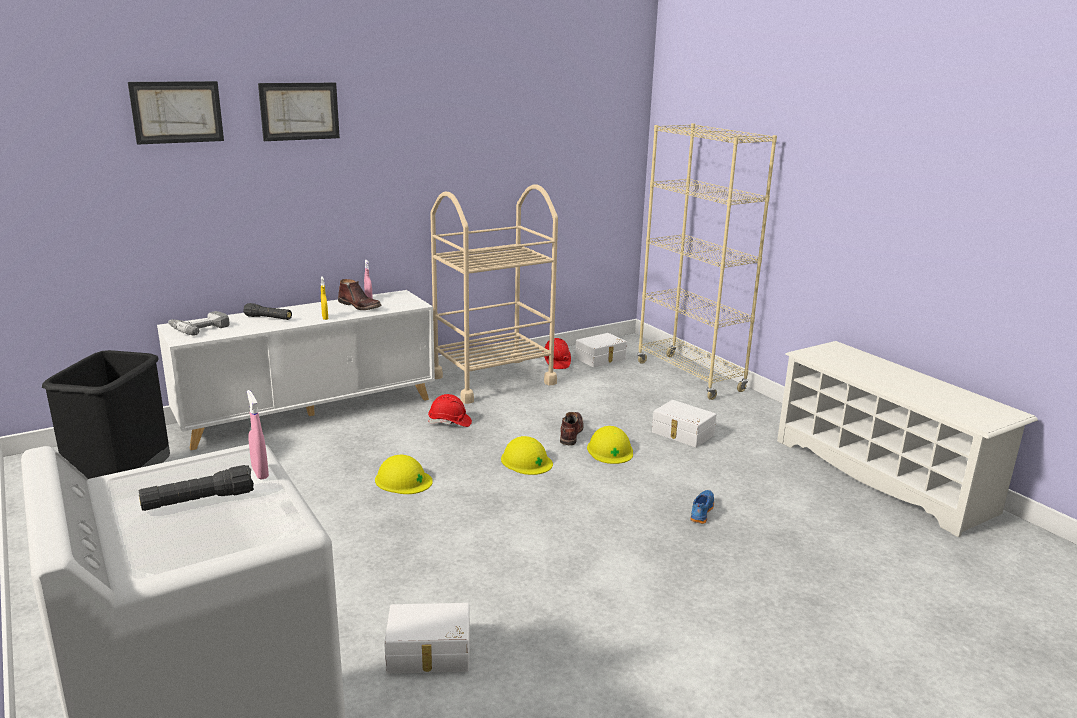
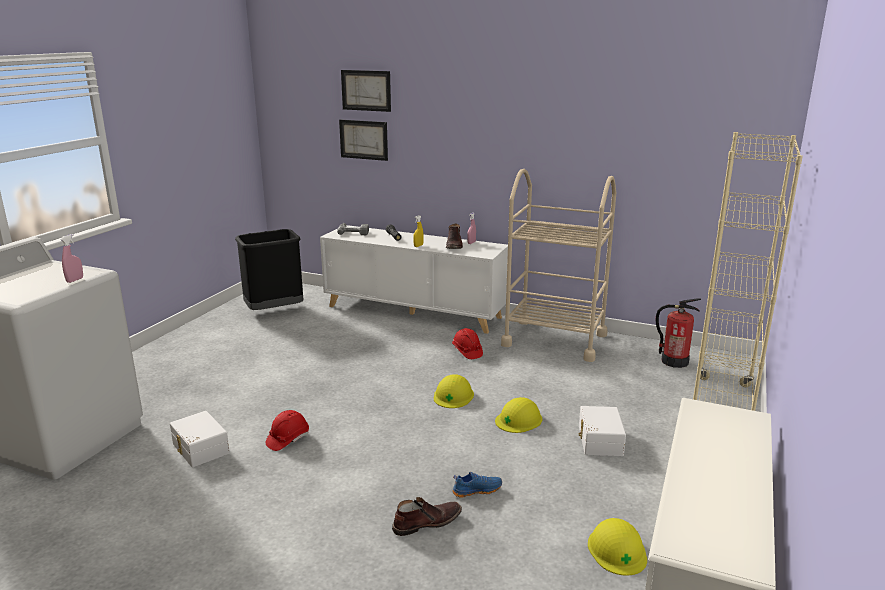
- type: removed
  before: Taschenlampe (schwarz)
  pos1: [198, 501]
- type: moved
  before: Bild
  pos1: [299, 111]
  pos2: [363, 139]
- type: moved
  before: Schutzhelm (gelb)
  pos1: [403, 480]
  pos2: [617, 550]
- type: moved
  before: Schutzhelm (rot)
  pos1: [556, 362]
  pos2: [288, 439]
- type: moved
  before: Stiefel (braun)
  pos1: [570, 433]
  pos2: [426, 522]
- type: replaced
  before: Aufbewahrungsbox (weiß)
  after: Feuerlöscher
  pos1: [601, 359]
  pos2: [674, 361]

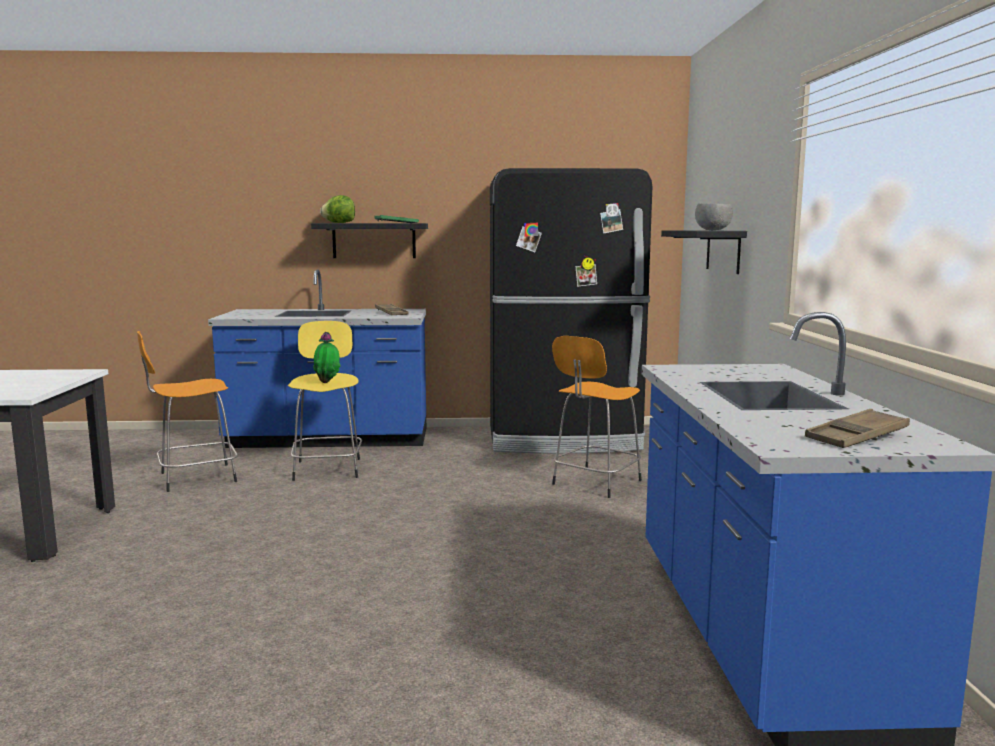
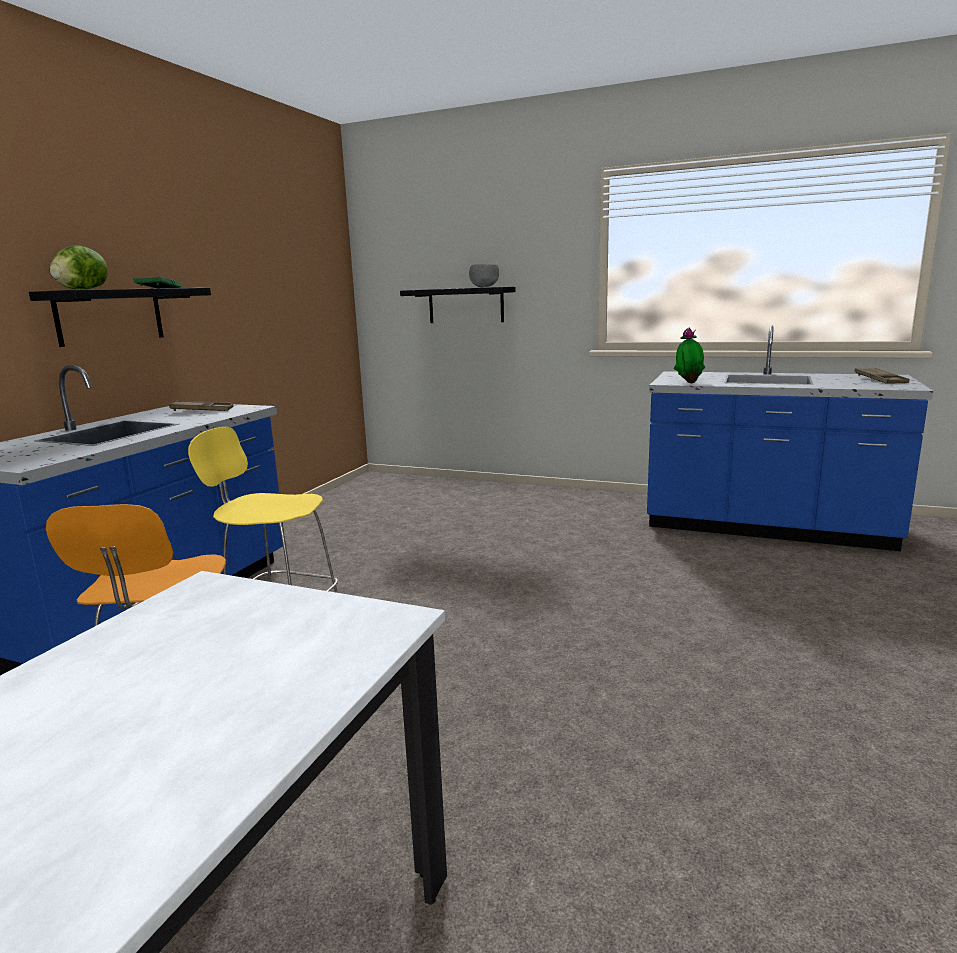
- type: removed
  before: Kühlschrank (schwarz)
  pos1: [564, 439]
- type: removed
  before: Hocker (orange)
  pos1: [595, 483]
- type: moved
  before: Topfpflanze
  pos1: [327, 382]
  pos2: [688, 382]

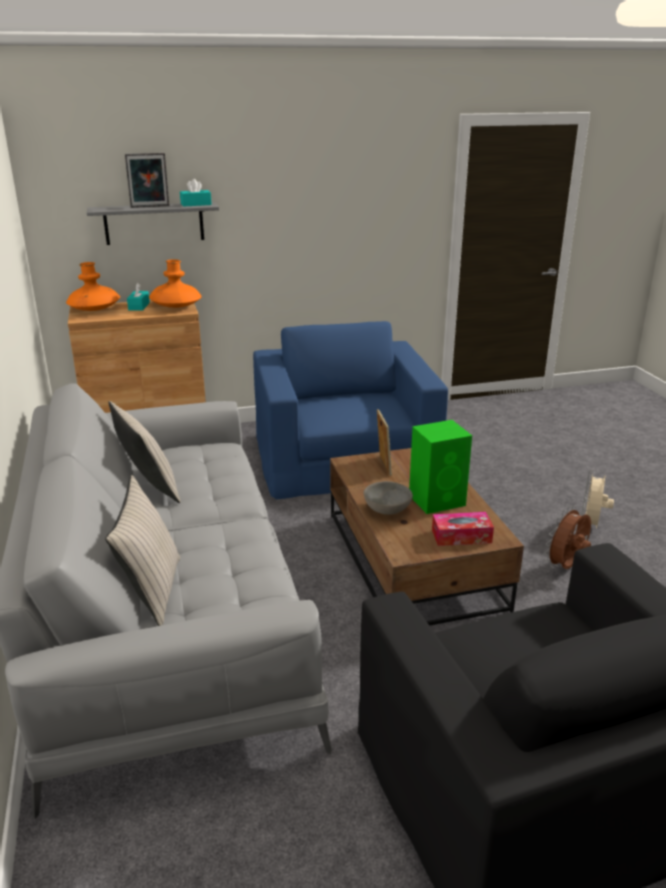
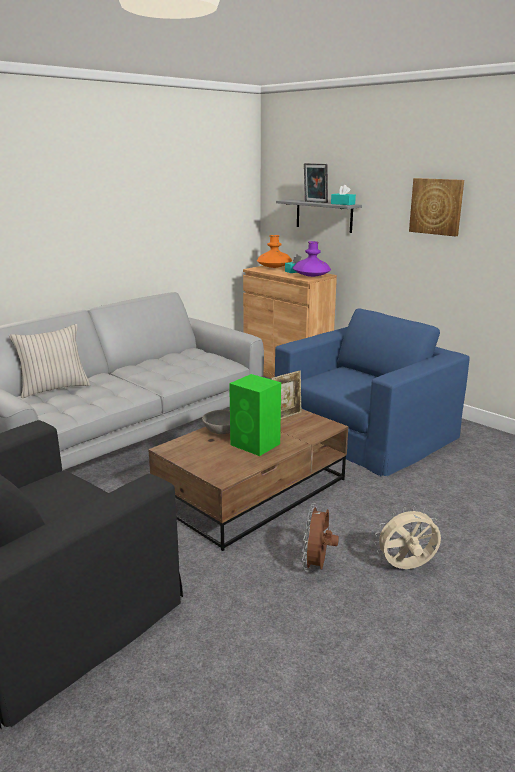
- type: removed
  before: Kissen (beige)
  pos1: [148, 488]
- type: removed
  before: Taschentuchbox
  pos1: [461, 536]
- type: added
  after: Bild
  pos2: [436, 206]
- type: recoloured
  before: Vase (orange)
  after: Vase (lila)
  pos1: [176, 306]
  pos2: [311, 276]
- type: turned
  before: Ventilator (braun)
  pos1: [566, 567]
  pos2: [317, 566]
  turn: -90

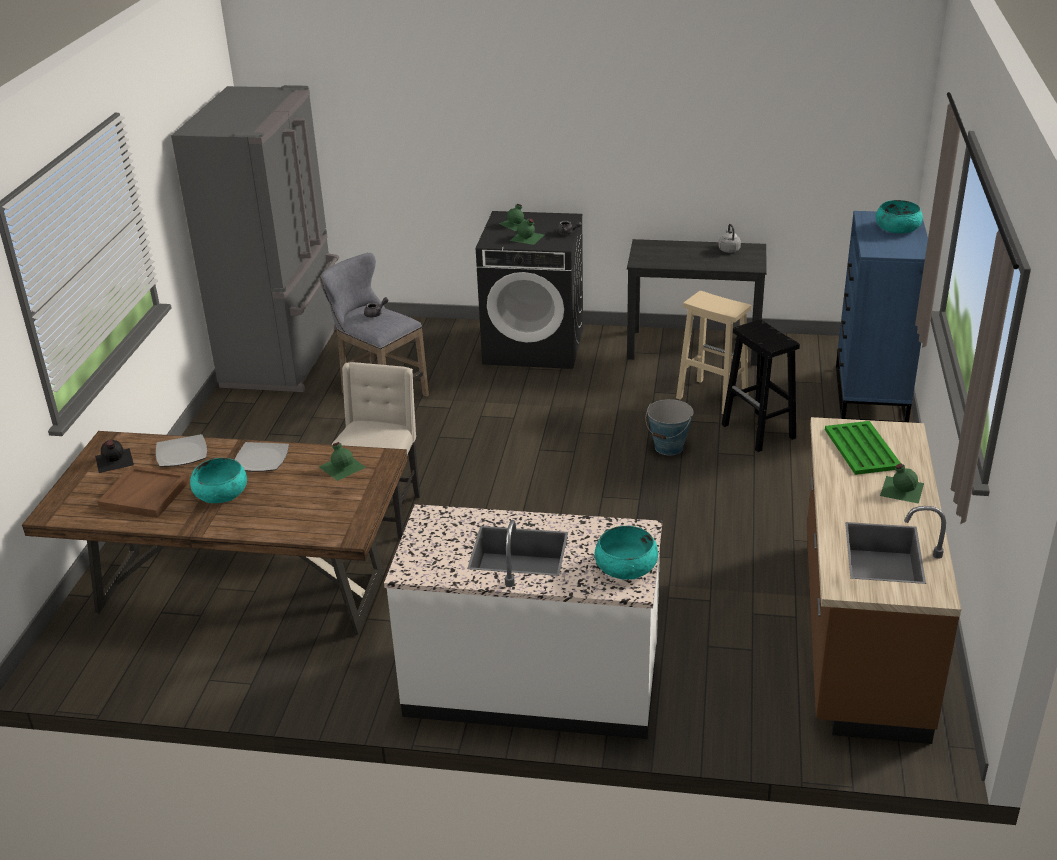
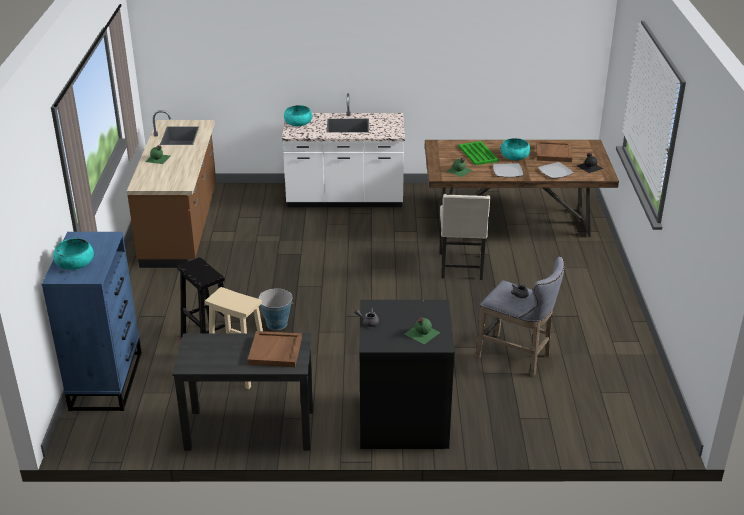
- type: removed
  before: Kühlschrank (grau)
  pos1: [286, 357]
- type: removed
  before: Flasche (grün)
  pos1: [527, 237]
- type: removed
  before: Wasserkessel (grau)
  pos1: [728, 249]
- type: added
  after: Tablett (braun)
  pos2: [275, 351]
- type: moved
  before: Tablett (grün)
  pos1: [862, 449]
  pos2: [478, 153]

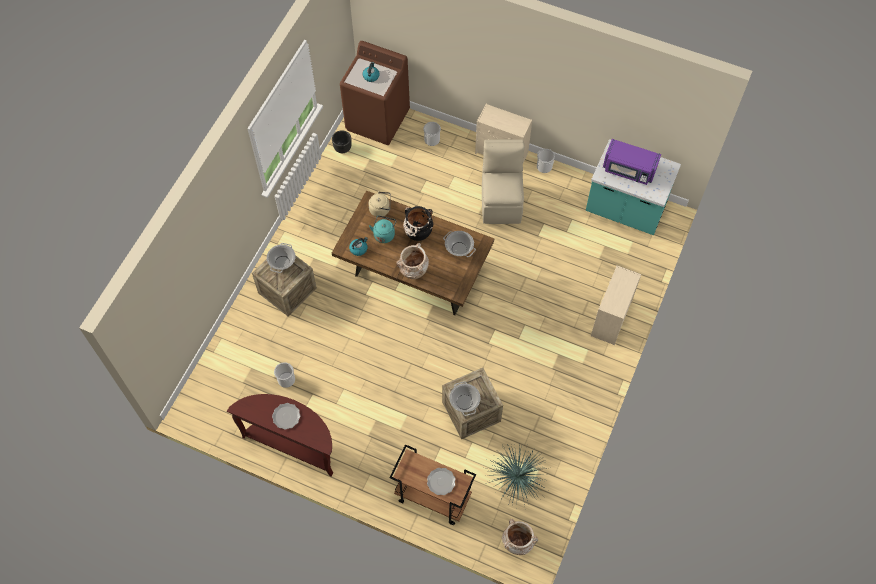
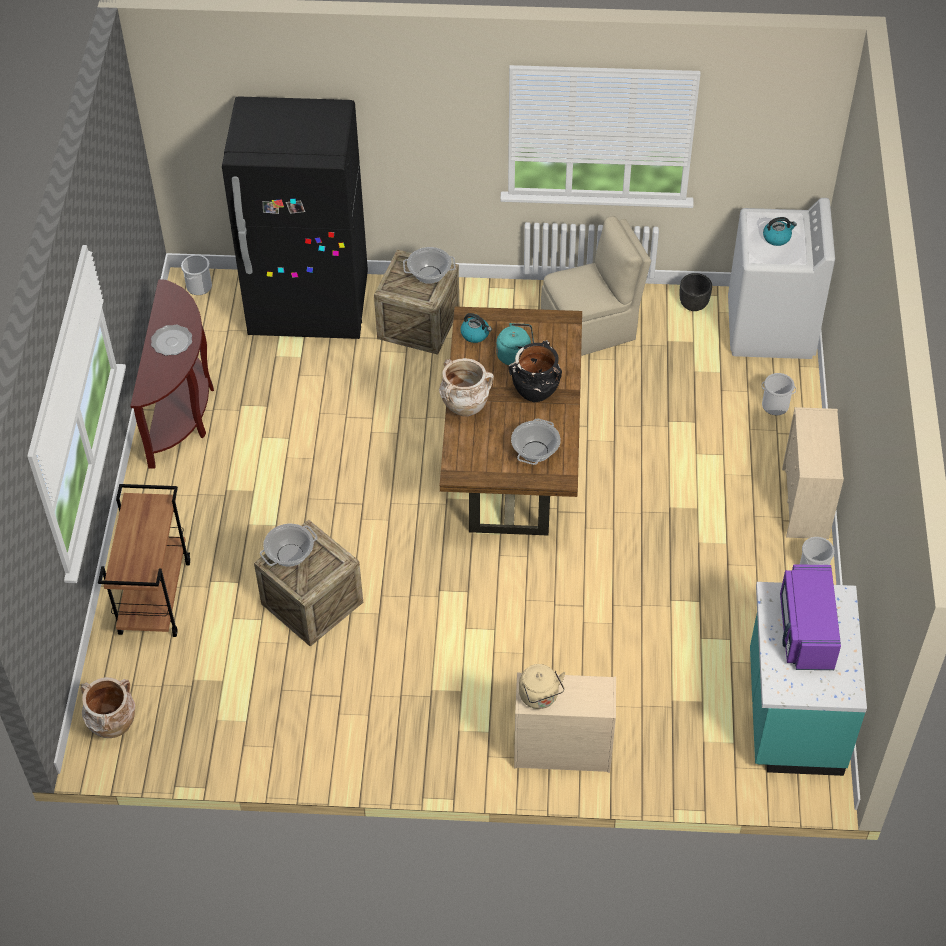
- type: removed
  before: Teller
  pos1: [441, 481]
- type: removed
  before: Topfpflanze
  pos1: [517, 477]
- type: added
  after: Kühlschrank (schwarz)
  pos2: [309, 307]
- type: moved
  before: Eimer
  pos1: [286, 379]
  pos2: [199, 286]
- type: moved
  before: Wasserkessel (beige)
  pos1: [381, 209]
  pos2: [540, 697]
- type: moved
  before: Stuhl (beige)
  pos1: [501, 201]
  pos2: [591, 329]
- type: recoloured
  before: Waschmaschine (braun)
  after: Waschmaschine (weiß)
  pos1: [378, 120]
  pos2: [771, 328]

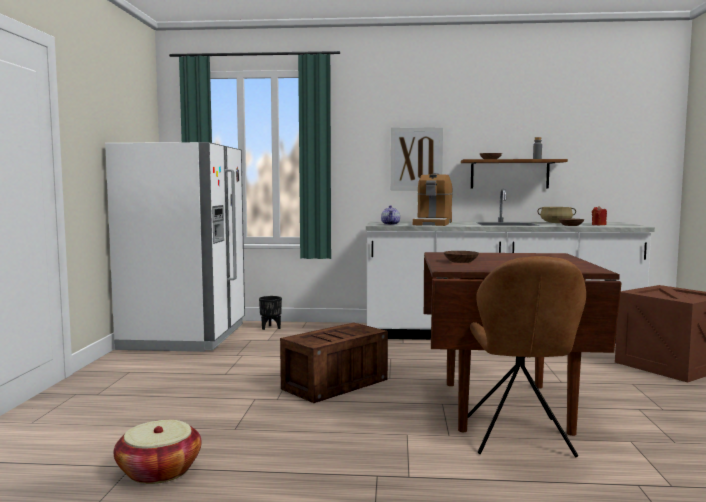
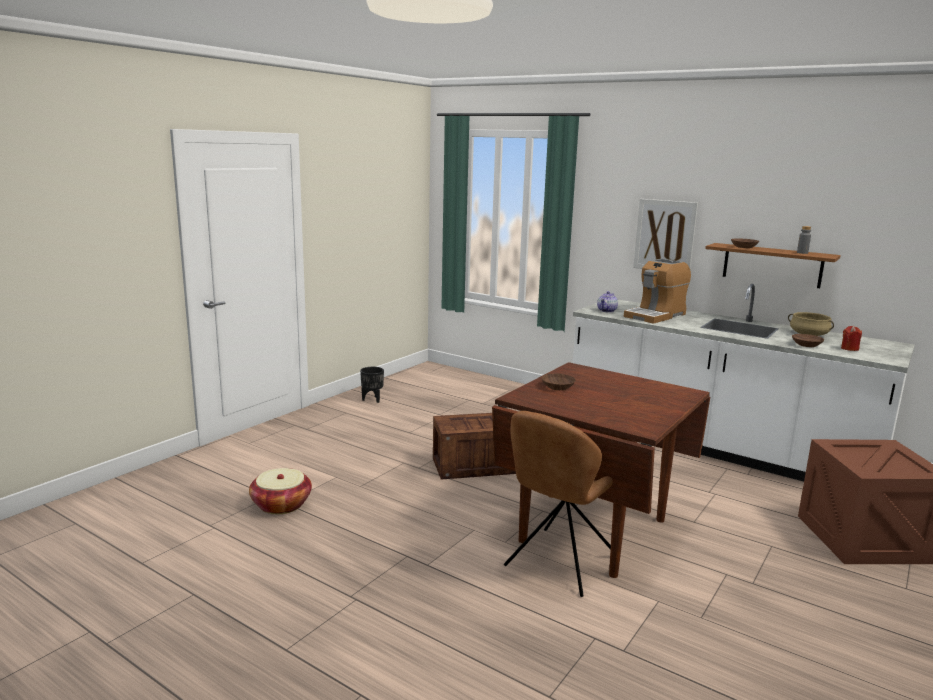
- type: removed
  before: Kühlschrank (weiß)
  pos1: [185, 336]
- type: moved
  before: Pflanzkübel (schwarz)
  pos1: [271, 328]
  pos2: [372, 399]

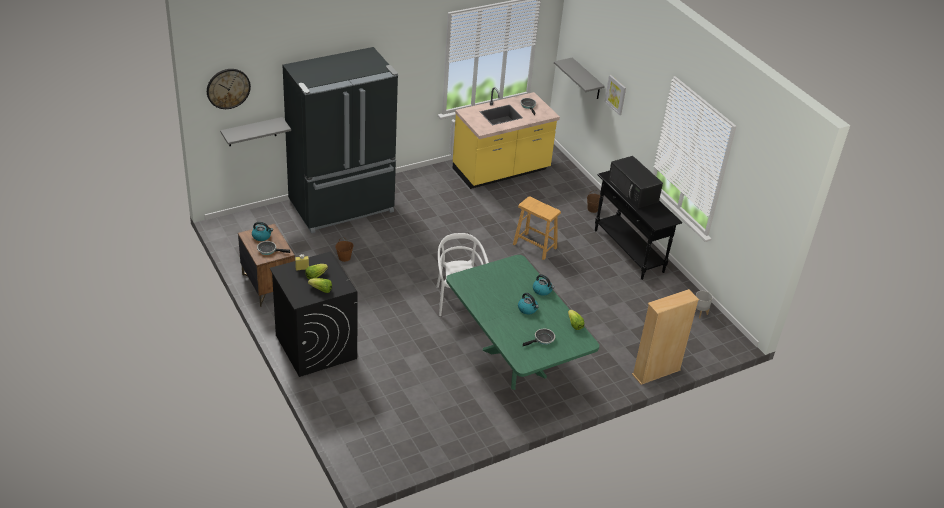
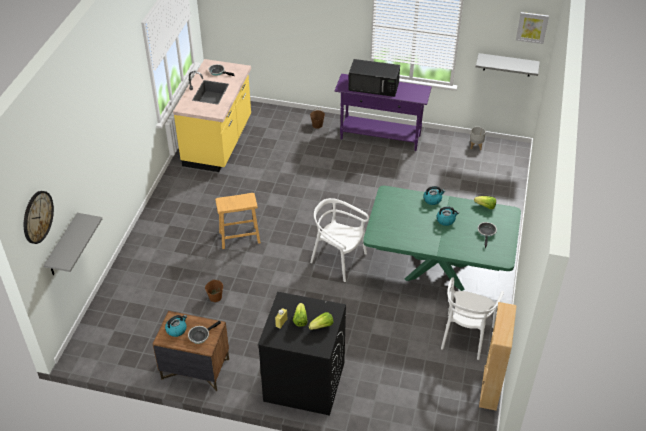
- type: removed
  before: Kühlschrank (schwarz)
  pos1: [343, 207]
- type: added
  after: Stuhl (weiß)
  pos2: [465, 336]
- type: moved
  before: Hocker (braun)
  pos1: [535, 246]
  pos2: [239, 237]
- type: moved
  before: Wandregal (grau)
  pos1: [587, 79]
  pos2: [507, 65]
- type: moved
  before: Bild
  pos1: [616, 94]
  pos2: [532, 27]
- type: moved
  before: Bücherregal (beige)
  pos1: [656, 372]
  pos2: [490, 388]
- type: recoloured
  before: Konsolentisch (schwarz)
  after: Konsolentisch (lila)
  pos1: [628, 251]
  pos2: [380, 137]

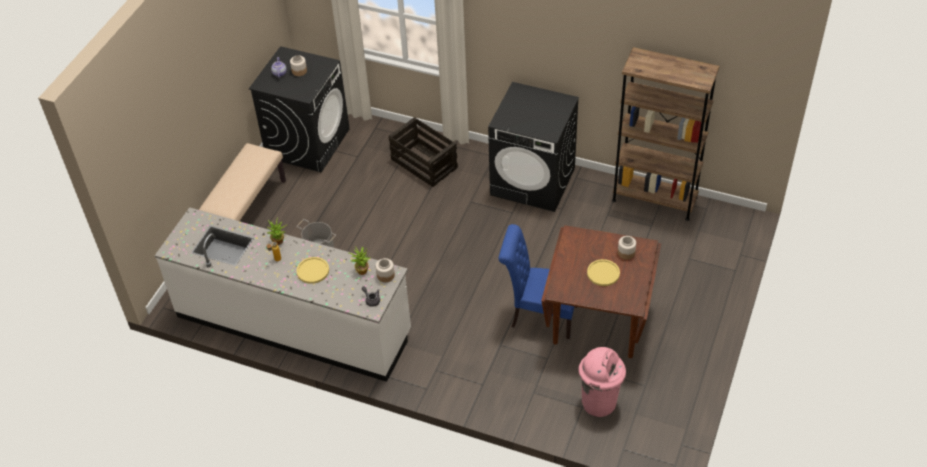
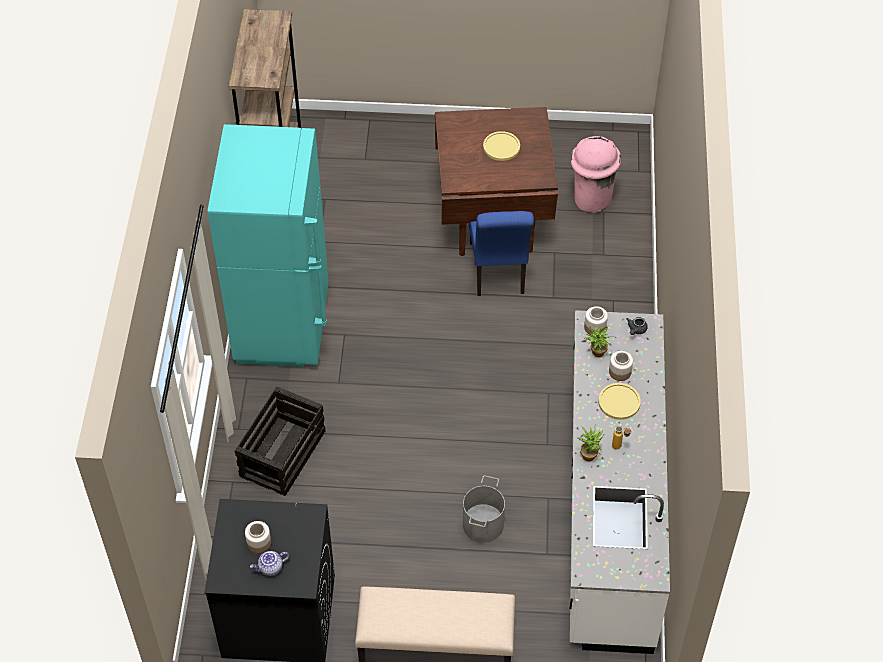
- type: moved
  before: Vorratsglas
  pos1: [626, 252]
  pos2: [619, 372]
- type: replaced
  before: Waschmaschine (schwarz)
  after: Kühlschrank (türkis)
  pos1: [533, 181]
  pos2: [283, 325]

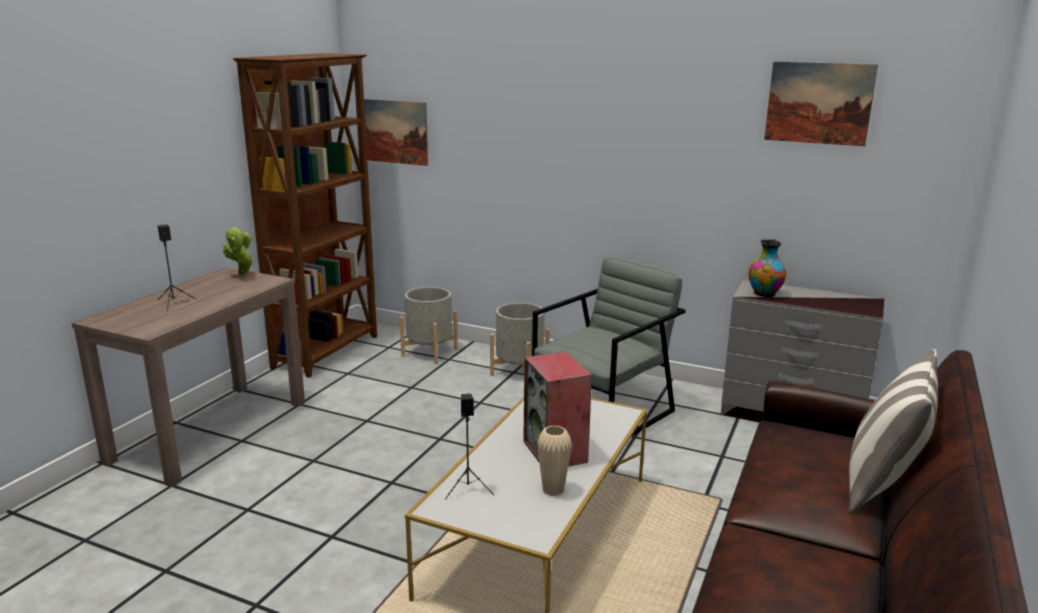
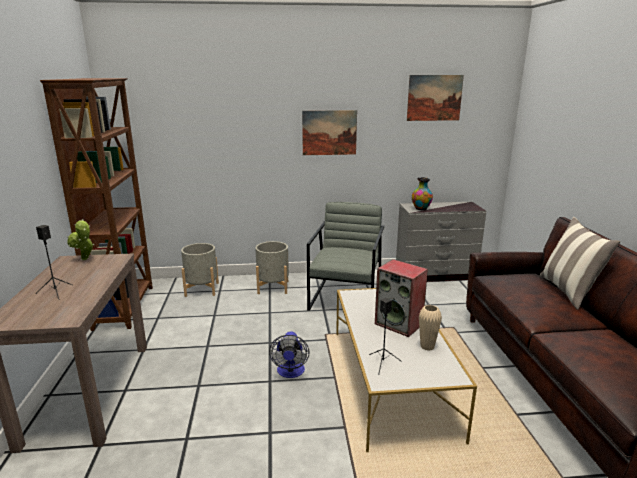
- type: added
  after: Ventilator
  pos2: [290, 372]
- type: moved
  before: Bild
  pos1: [394, 132]
  pos2: [329, 132]

